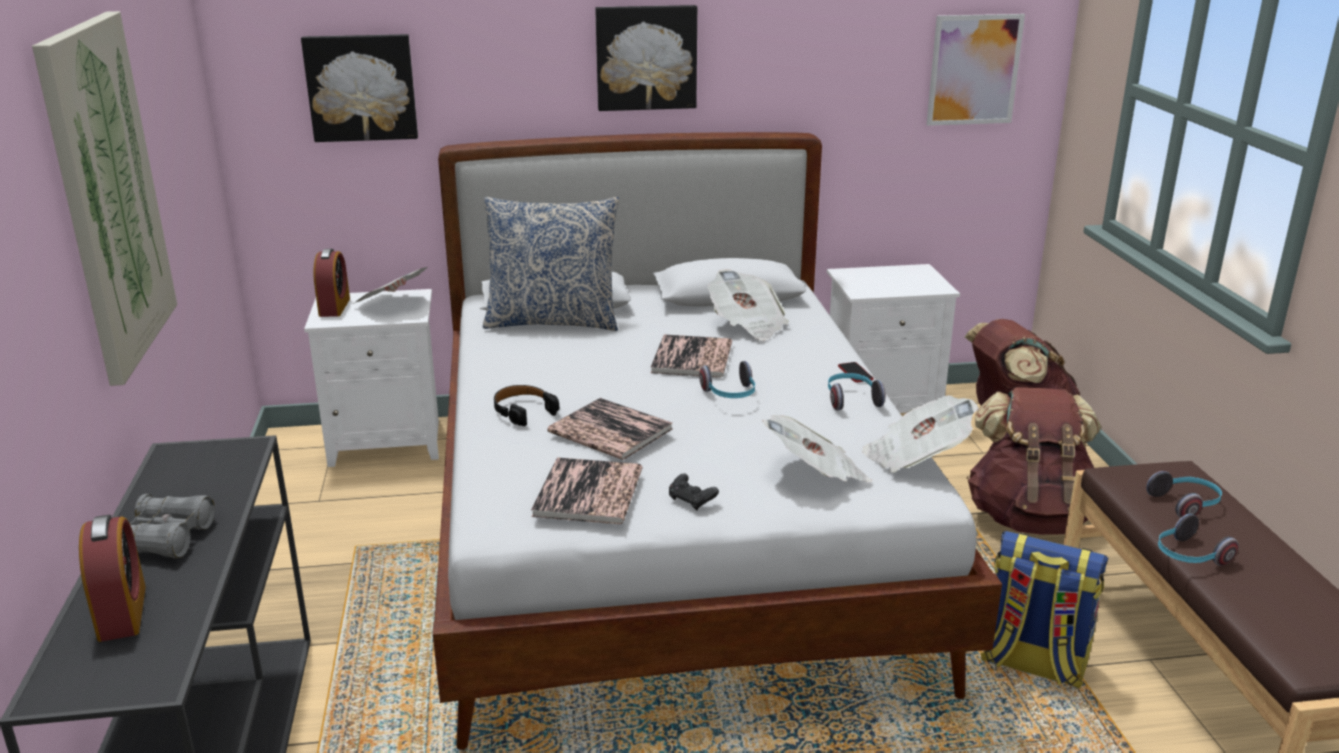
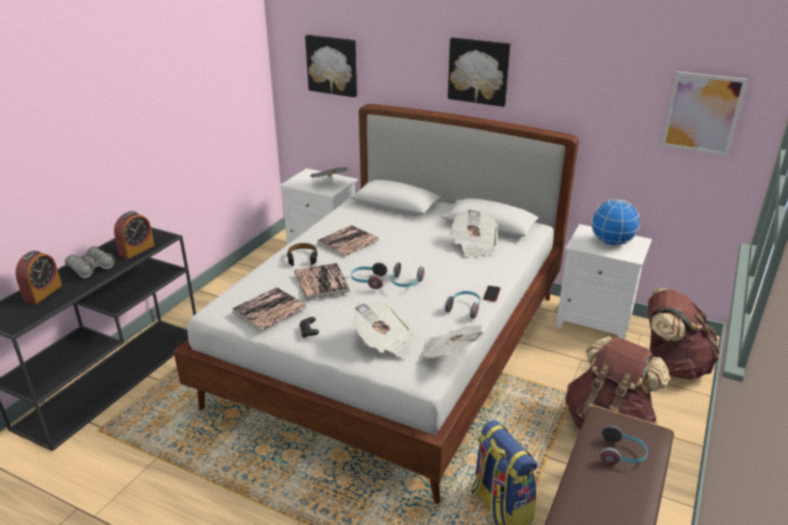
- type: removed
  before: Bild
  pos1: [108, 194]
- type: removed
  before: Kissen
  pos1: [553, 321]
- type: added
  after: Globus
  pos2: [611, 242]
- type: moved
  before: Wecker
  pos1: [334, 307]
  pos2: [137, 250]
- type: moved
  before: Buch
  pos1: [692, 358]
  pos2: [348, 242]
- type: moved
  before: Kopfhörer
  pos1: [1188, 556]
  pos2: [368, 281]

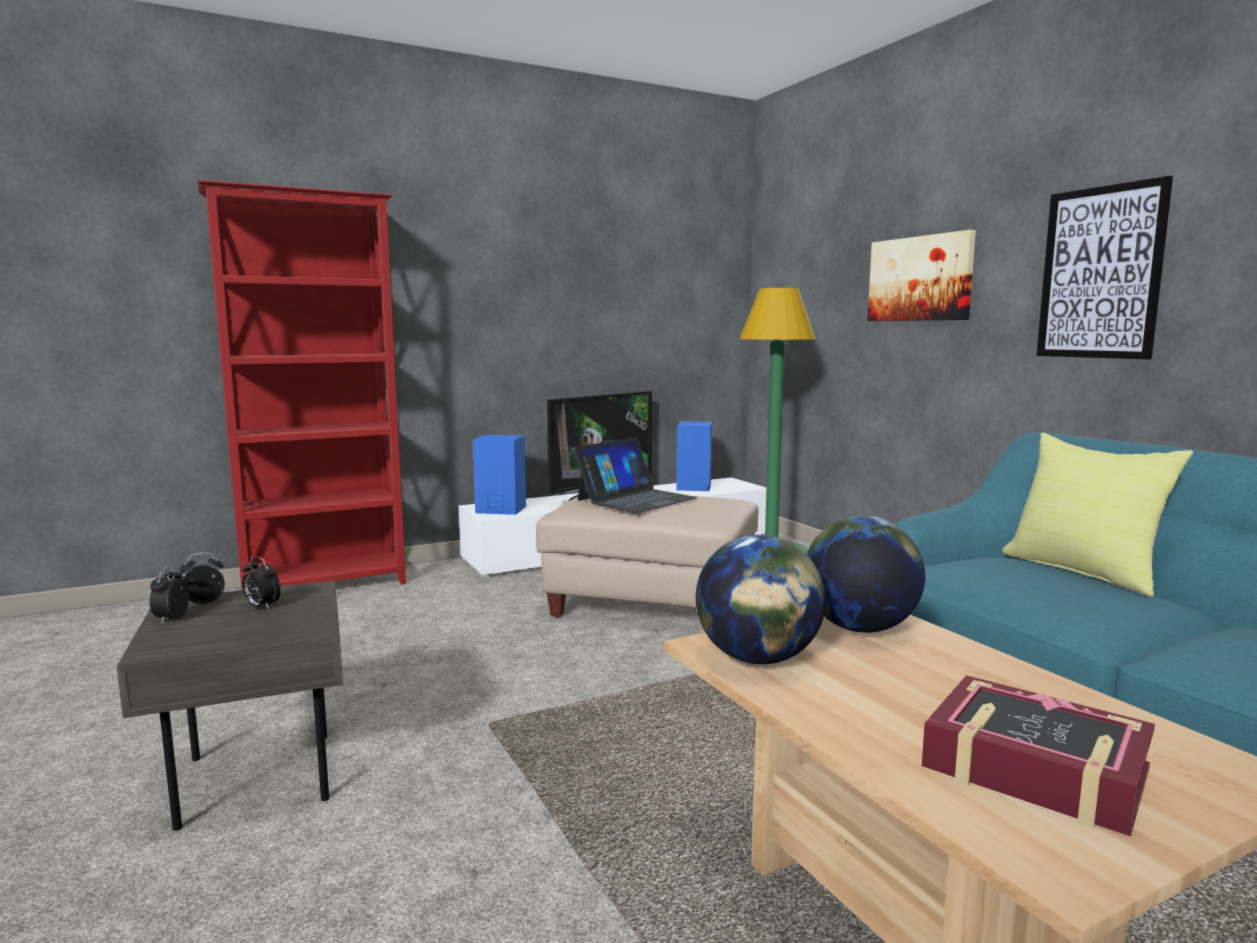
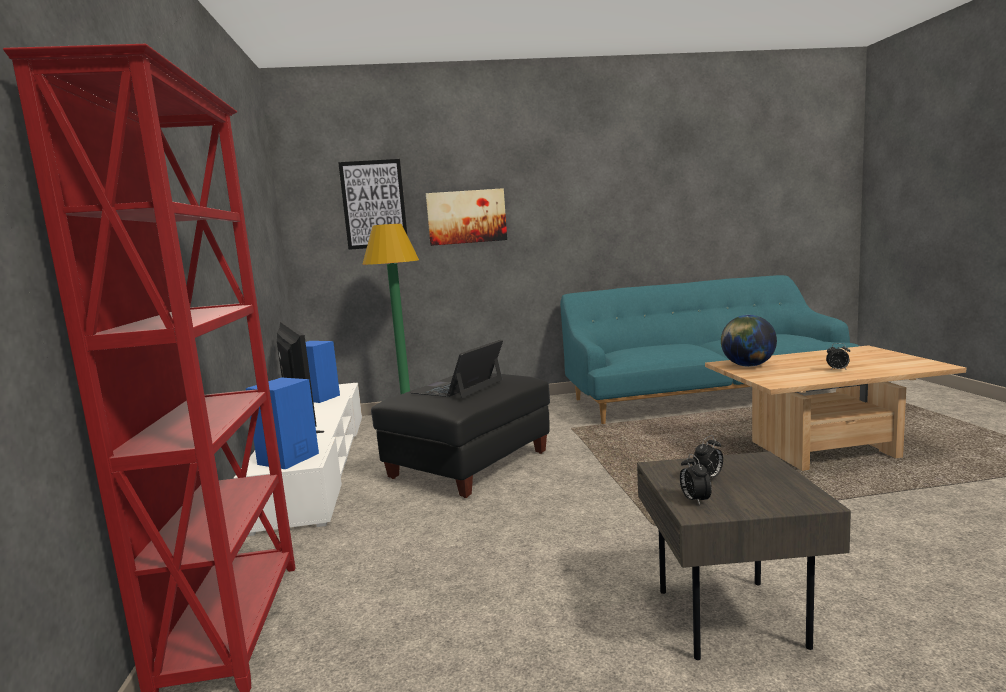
- type: removed
  before: Globus
  pos1: [758, 659]
- type: removed
  before: Buch
  pos1: [1034, 769]
- type: removed
  before: Kissen (gelb)
  pos1: [1084, 571]
- type: moved
  before: Wecker
  pos1: [171, 619]
  pos2: [837, 370]
- type: moved
  before: Bild
  pos1: [1100, 273]
  pos2: [374, 204]
- type: recoloured
  before: Polsterhocker (beige)
  after: Polsterhocker (schwarz)
  pos1: [651, 605]
  pos2: [470, 465]
- type: turned
  before: Laptop
  pos1: [636, 499]
  pos2: [458, 386]
  turn: -120

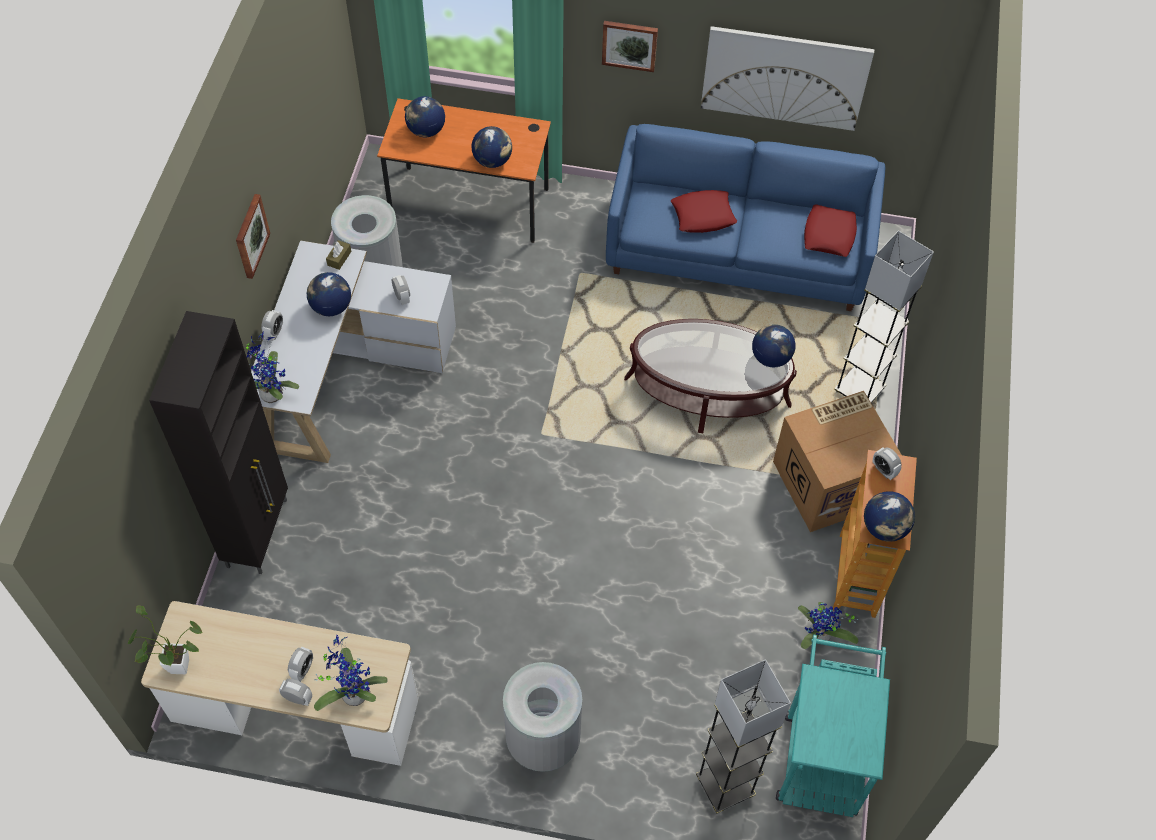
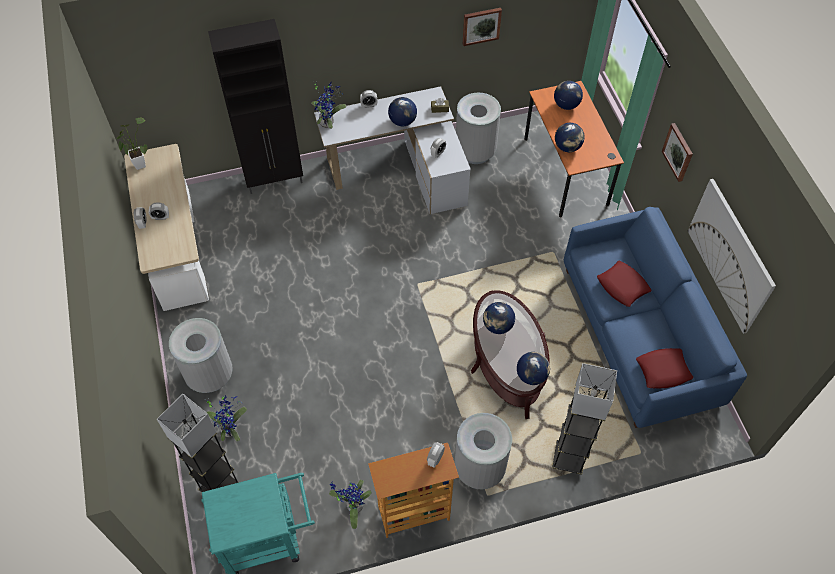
- type: moved
  before: Bild
  pos1: [250, 236]
  pos2: [481, 25]
- type: moved
  before: Topfpflanze
  pos1: [353, 692]
  pos2: [230, 429]
- type: moved
  before: Globus
  pos1: [884, 528]
  pos2: [497, 326]
- type: replaced
  before: Karton
  after: Mülleimer (grau)
  pos1: [830, 481]
  pos2: [480, 468]

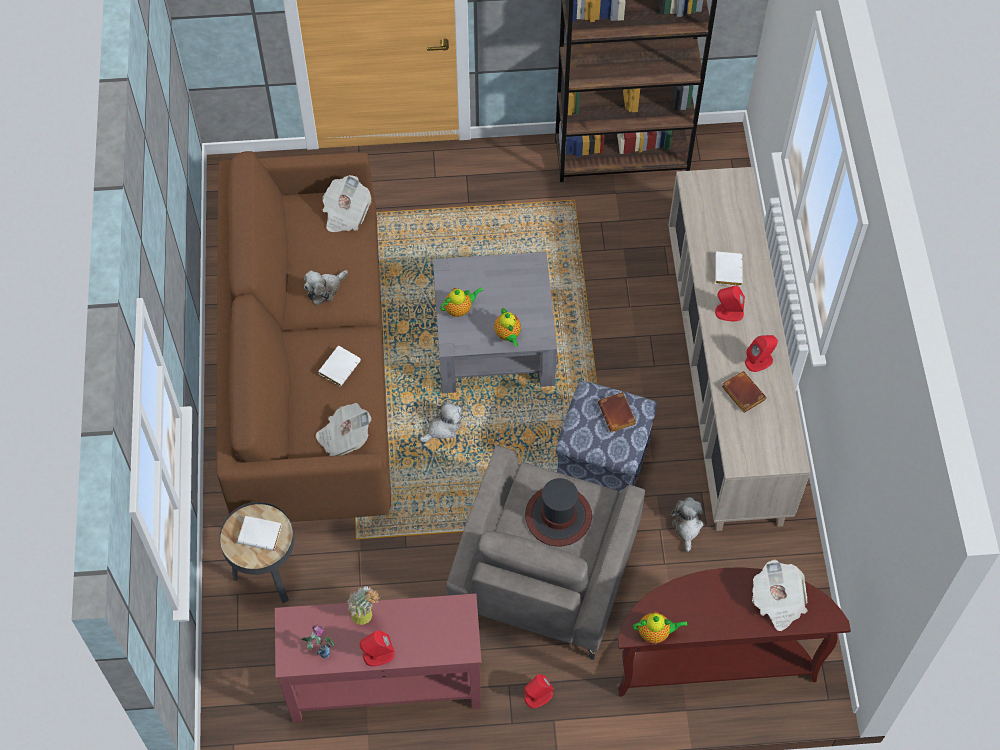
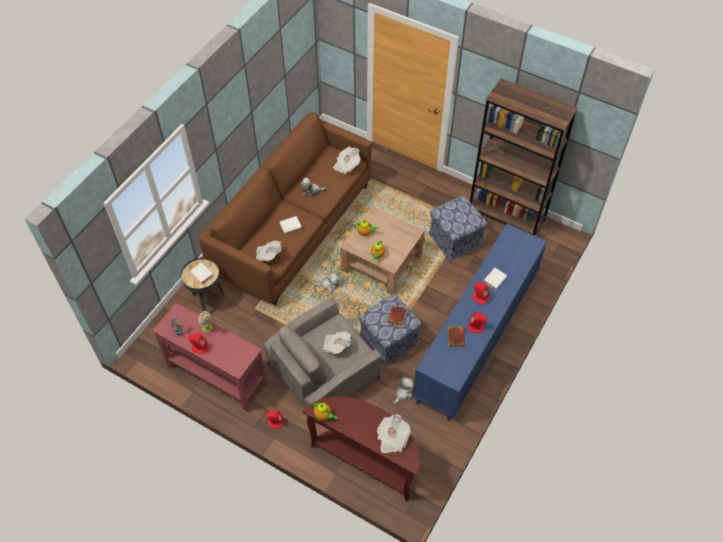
- type: added
  after: Polsterhocker
  pos2: [455, 239]
- type: replaced
  before: Hut
  after: Zeitung
  pos1: [558, 516]
  pos2: [336, 345]
- type: recoloured
  before: Couchtisch (grau)
  after: Couchtisch (braun)
  pos1: [494, 341]
  pos2: [381, 262]
- type: recoloured
  before: Schrank (beige)
  after: Schrank (blau)
  pos1: [725, 377]
  pos2: [476, 338]

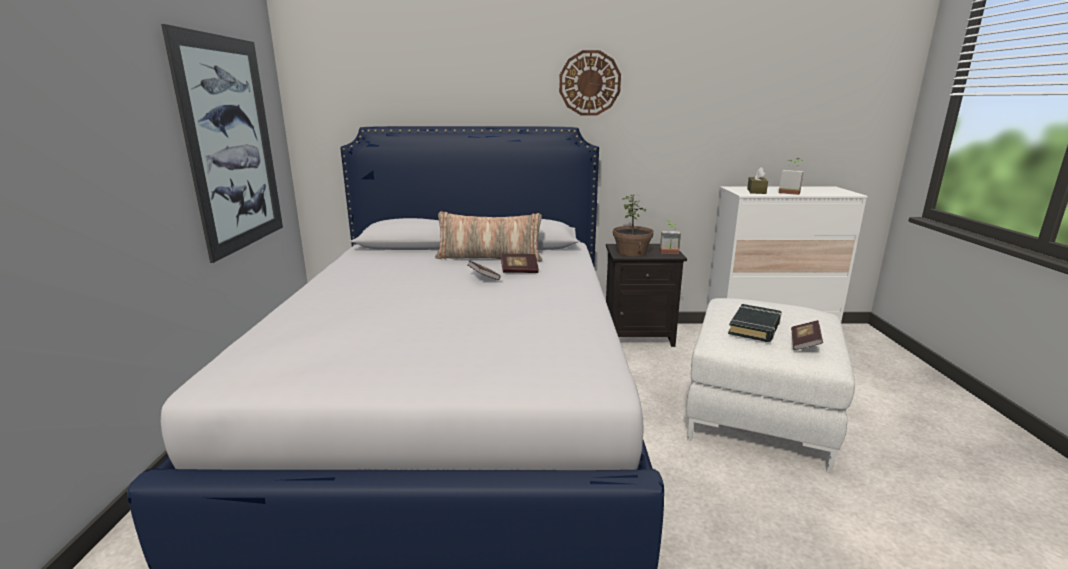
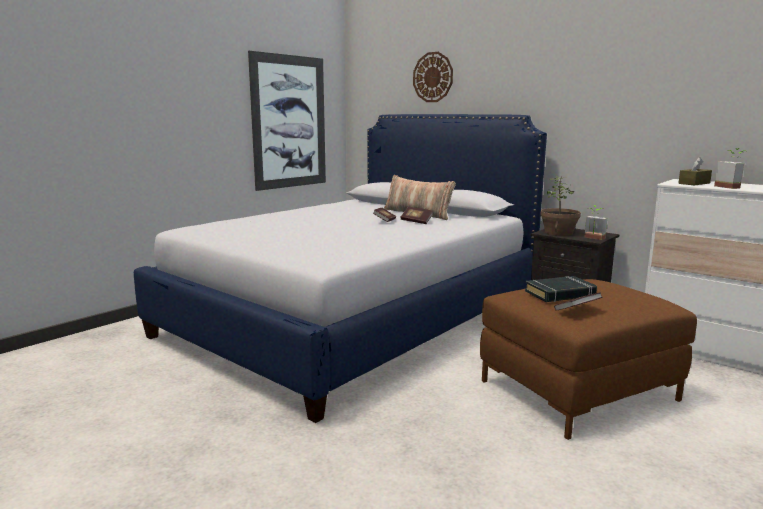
- type: moved
  before: Wanduhr
  pos1: [589, 83]
  pos2: [433, 77]
- type: recoloured
  before: Polsterhocker (weiß)
  after: Polsterhocker (braun)
  pos1: [759, 414]
  pos2: [577, 391]

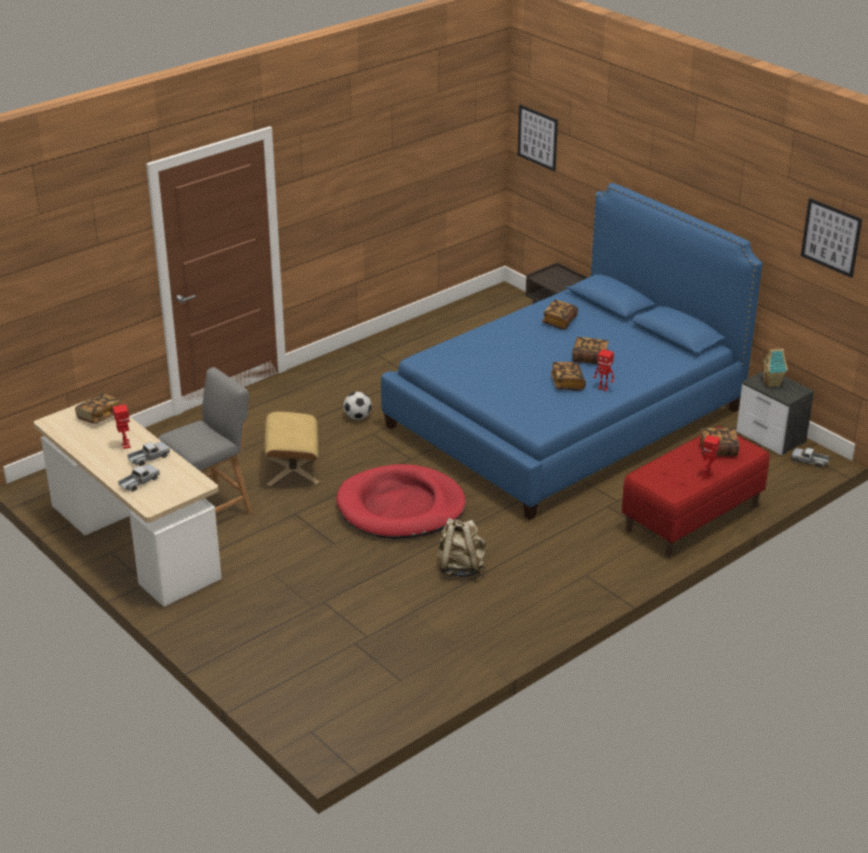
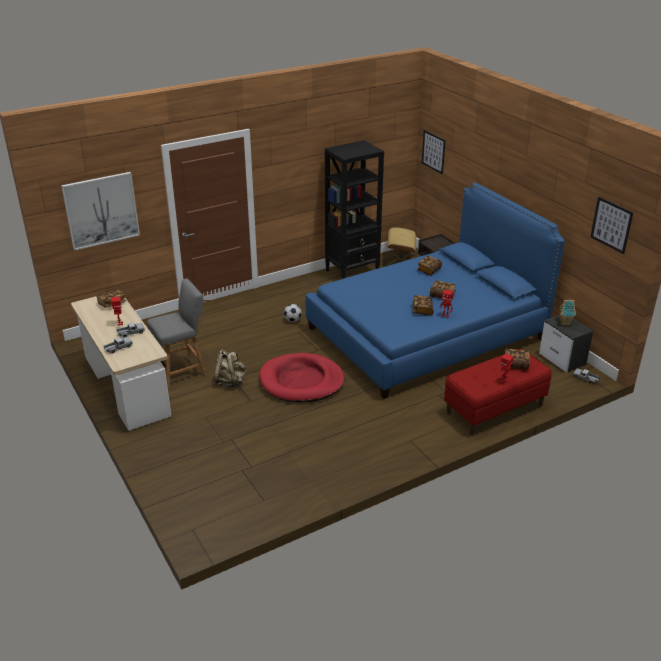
- type: added
  after: Bild
  pos2: [101, 210]
- type: added
  after: Bücherregal (schwarz)
  pos2: [352, 272]
- type: moved
  before: Polsterhocker (beige)
  pos1: [292, 471]
  pos2: [400, 259]
- type: moved
  before: Rucksack (beige)
  pos1: [460, 568]
  pos2: [230, 381]

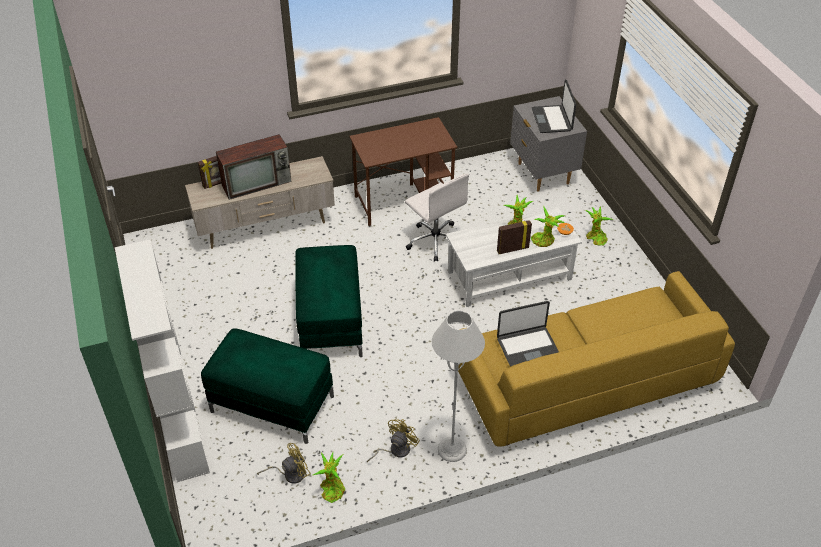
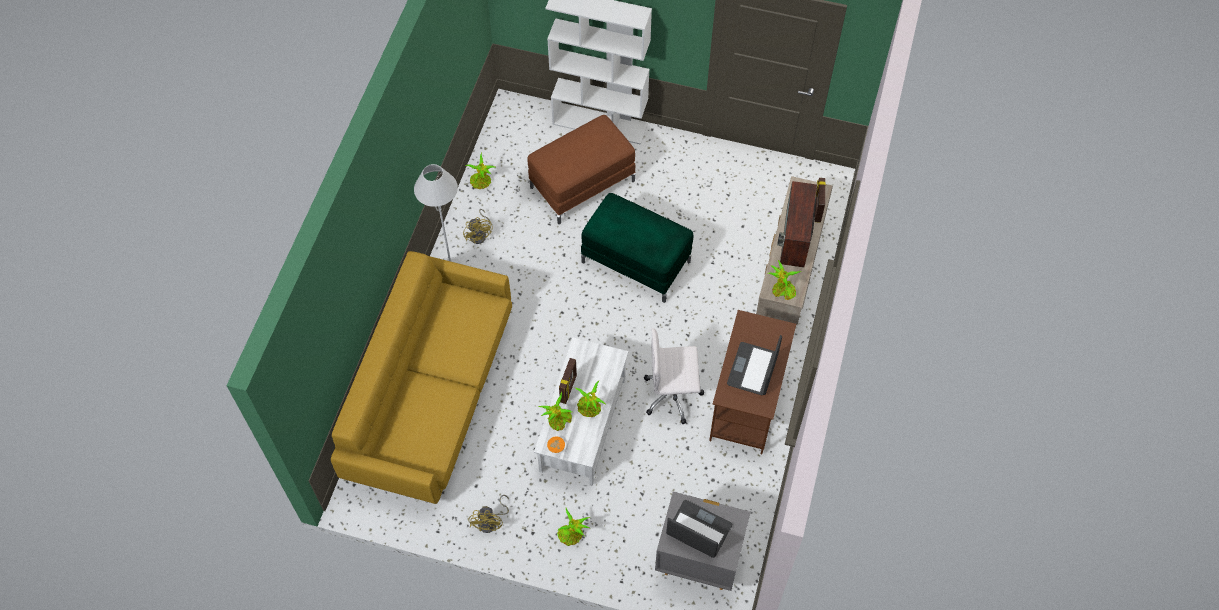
- type: added
  after: Topfpflanze
  pos2: [782, 291]
- type: moved
  before: Ventilator (gelb)
  pos1: [290, 474]
  pos2: [491, 522]
- type: moved
  before: Laptop
  pos1: [527, 346]
  pos2: [753, 369]
- type: recoloured
  before: Polsterhocker (grün)
  after: Polsterhocker (braun)
  pos1: [271, 404]
  pos2: [582, 183]

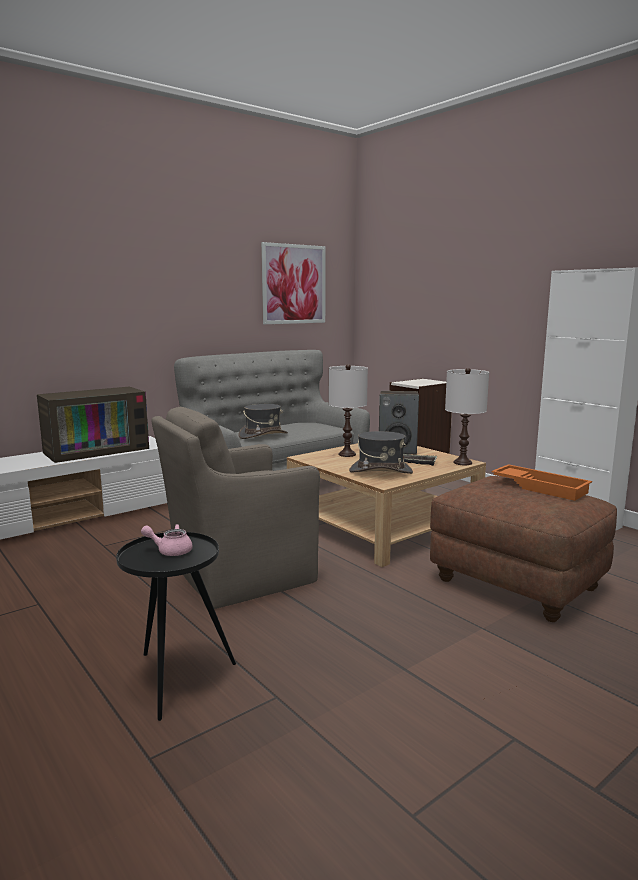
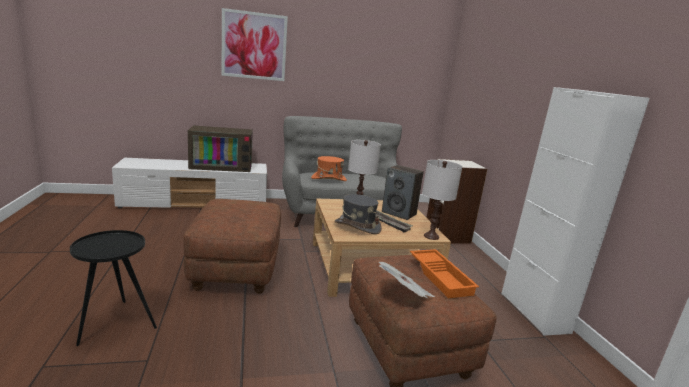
- type: removed
  before: Teekanne (rosa)
  pos1: [170, 551]
- type: added
  after: Zeitung
  pos2: [404, 294]
- type: moved
  before: Bild
  pos1: [294, 284]
  pos2: [254, 46]
- type: replaced
  before: Sessel (braun)
  after: Polsterhocker (braun)
  pos1: [238, 575]
  pos2: [236, 270]
- type: recoloured
  before: Hut (grau)
  after: Hut (orange)
  pos1: [263, 435]
  pos2: [328, 179]

